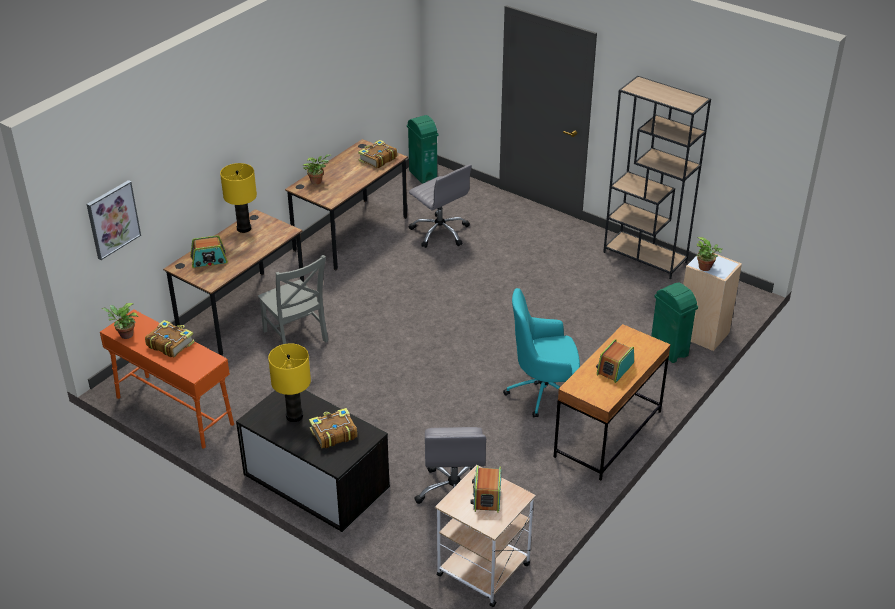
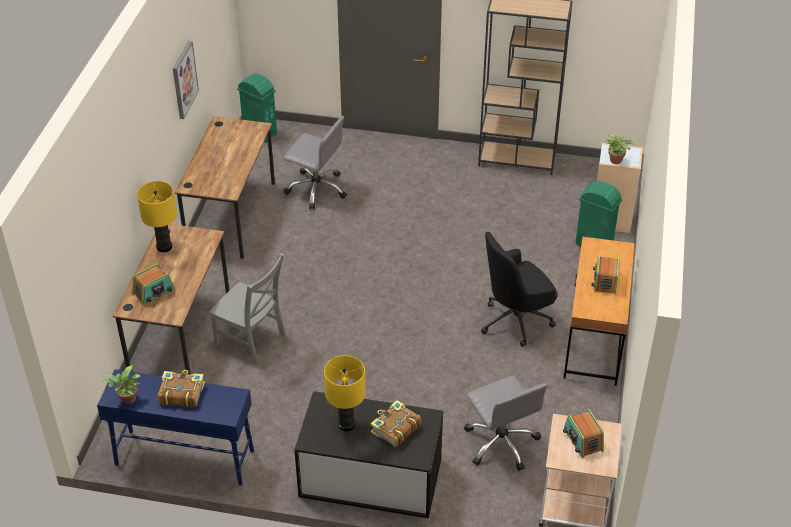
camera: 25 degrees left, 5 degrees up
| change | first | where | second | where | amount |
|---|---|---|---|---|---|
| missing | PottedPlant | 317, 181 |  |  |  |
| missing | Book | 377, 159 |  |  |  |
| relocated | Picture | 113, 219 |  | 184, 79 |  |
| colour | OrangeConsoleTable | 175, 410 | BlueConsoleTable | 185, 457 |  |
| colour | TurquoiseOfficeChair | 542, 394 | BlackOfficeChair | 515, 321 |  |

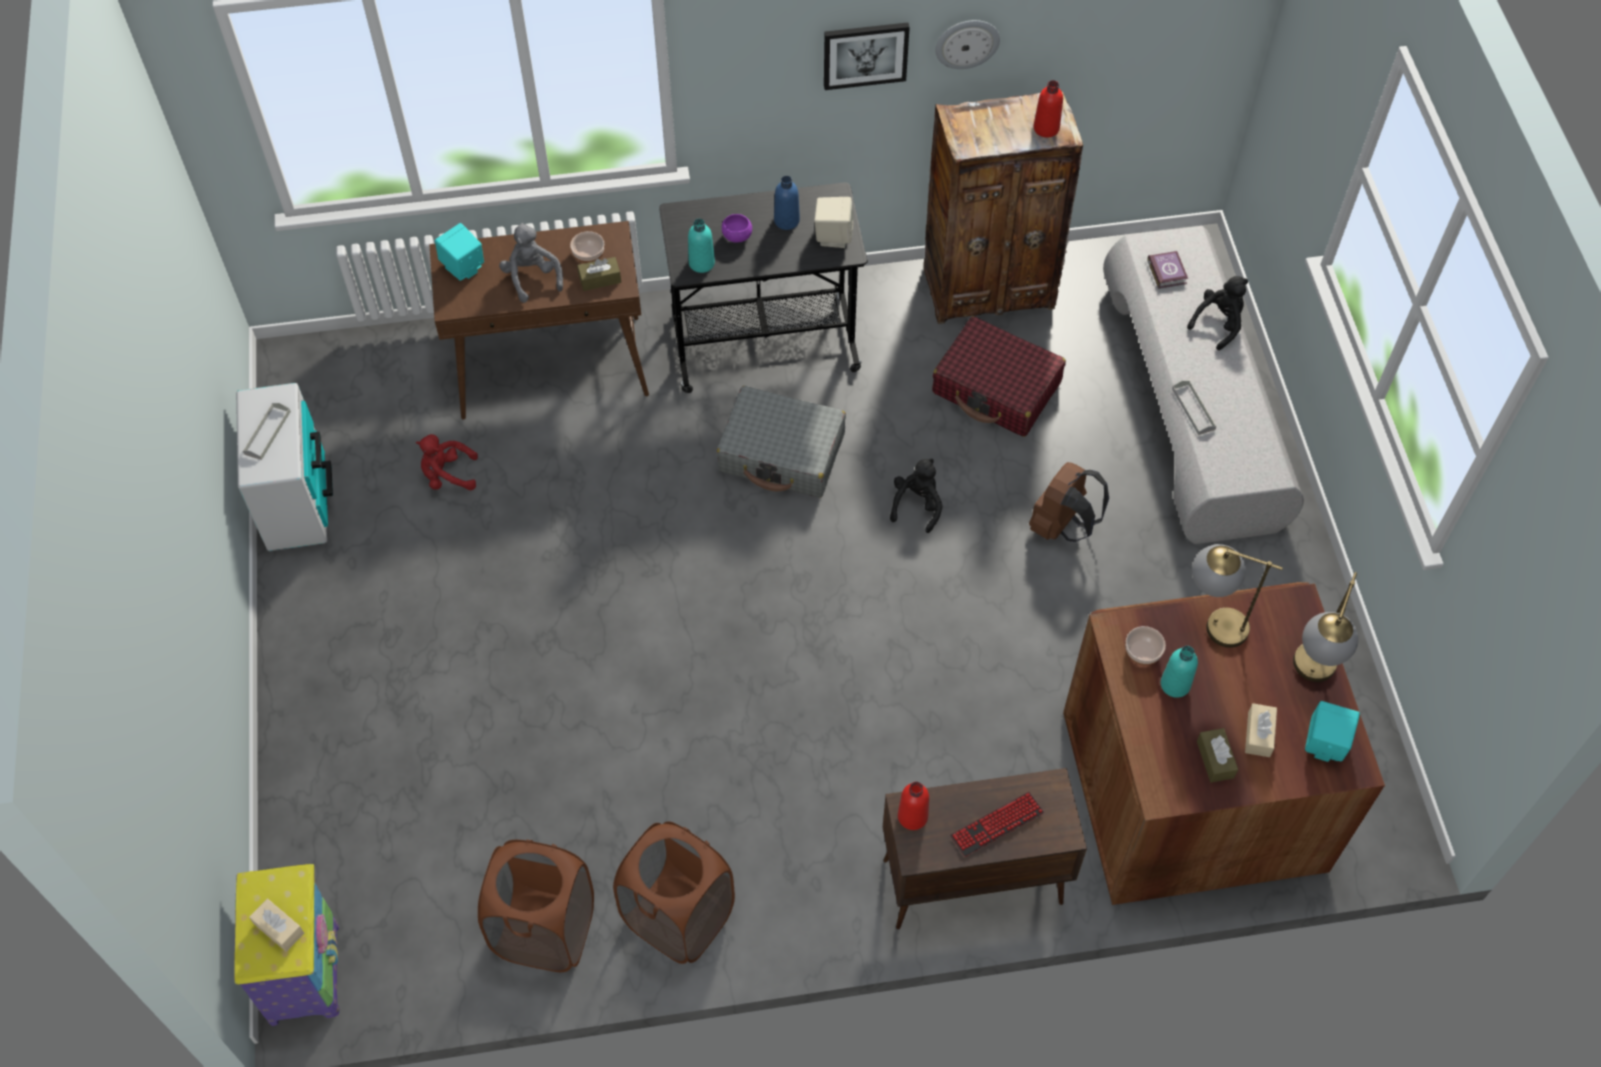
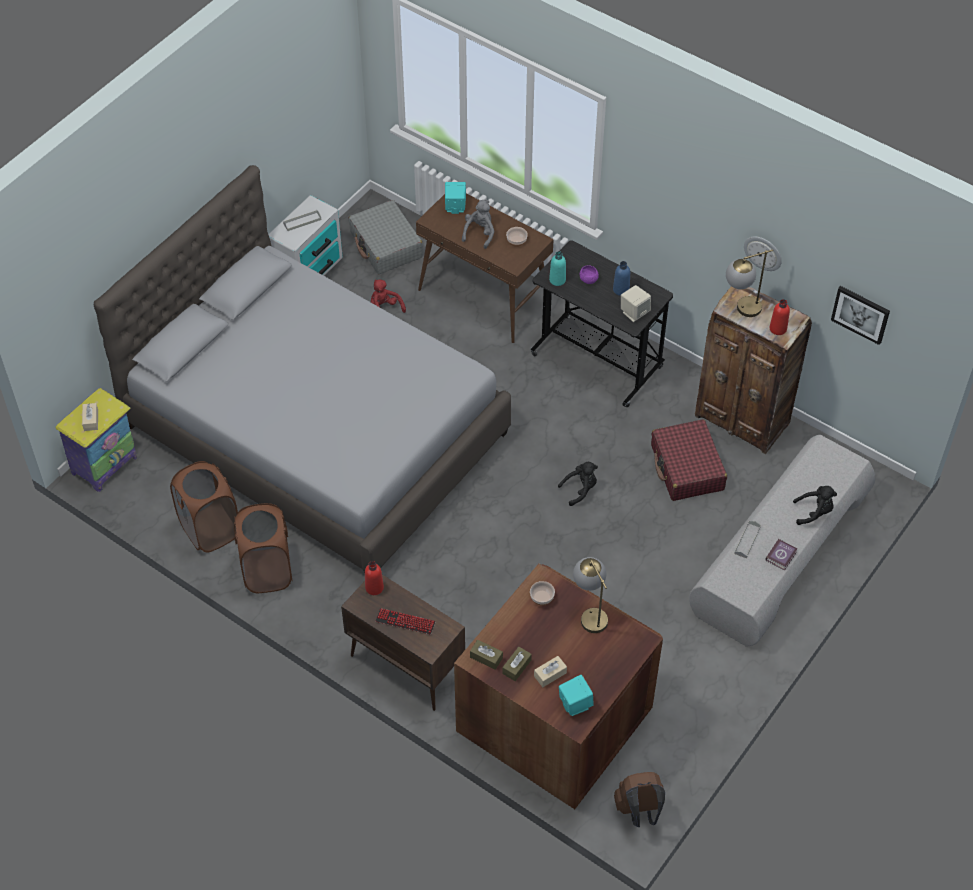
camera: 45 degrees right, 5 degrees down
| change | first | where | second | where | amount |
|---|---|---|---|---|---|
| missing | TurquoiseBottle | 1175, 684 |  |  |  |
| appeared |  |  | GreyBed | 316, 429 |  |
| relocated | BrownTissueBox | 600, 279 |  | 486, 657 |  |
| relocated | GreySuitcase | 782, 453 |  | 386, 245 |  |
| relocated | Picture | 865, 54 |  | 861, 314 |  |
| relocated | BrownBackpack | 1062, 526 |  | 639, 811 |  |
| relocated | Book | 1167, 271 |  | 782, 556 |  |
| relocated | TableLamp | 1310, 676 |  | 740, 310 |  |

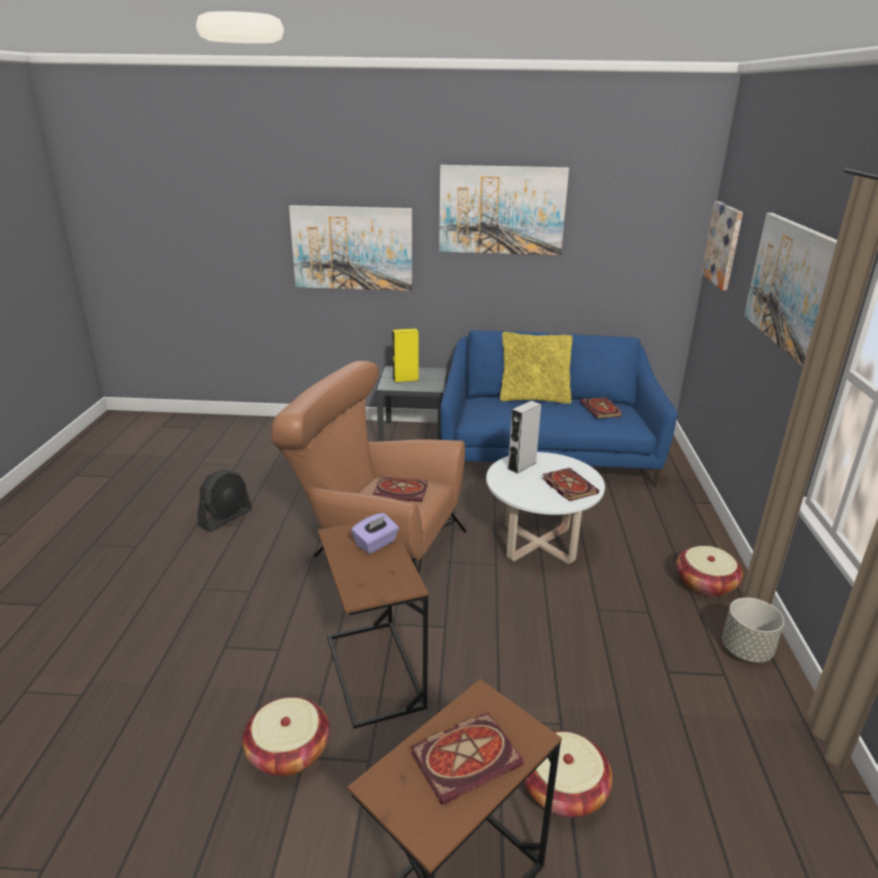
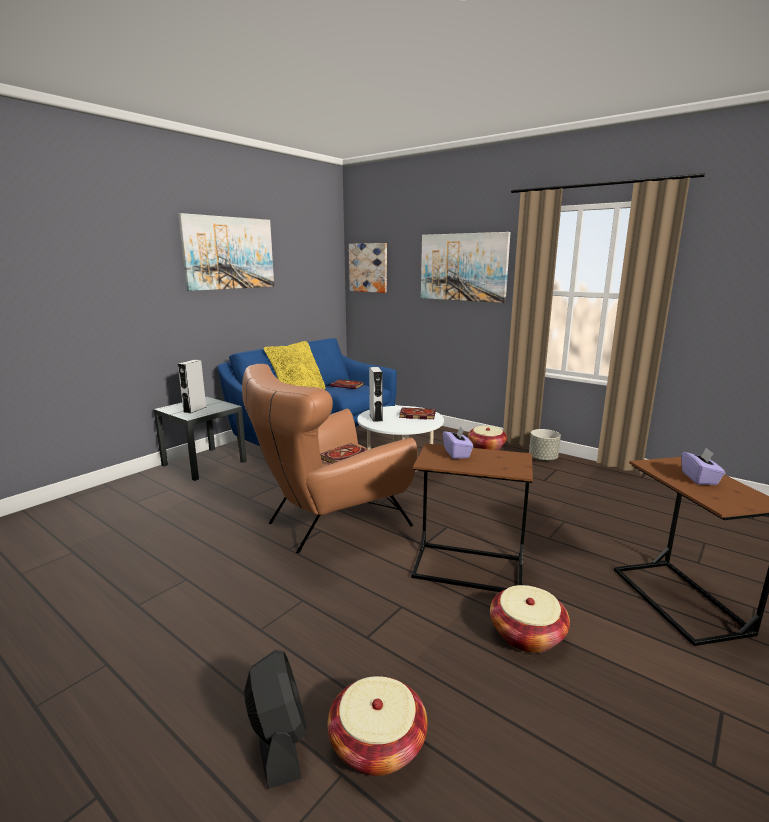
camera: 55 degrees left, 10 degrees down
| change | first | where | second | where | amount |
|---|---|---|---|---|---|
| missing | Picture | 352, 248 |  |  |  |
| relocated | BlackFan | 226, 517 |  | 278, 740 |  |
| relocated | Basket | 563, 789 |  | 377, 744 |  |
| exchanged | Book | 467, 757 | PurpleTissueBox | 699, 478 |  |
| colour | YellowSpeaker | 405, 379 | GreySpeaker | 195, 409 |  |

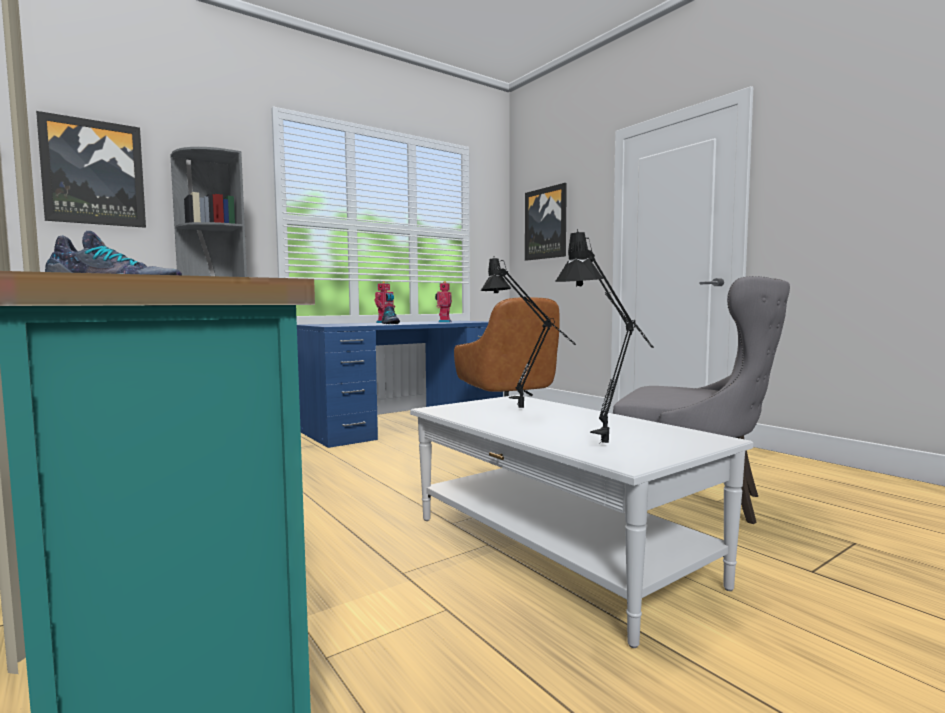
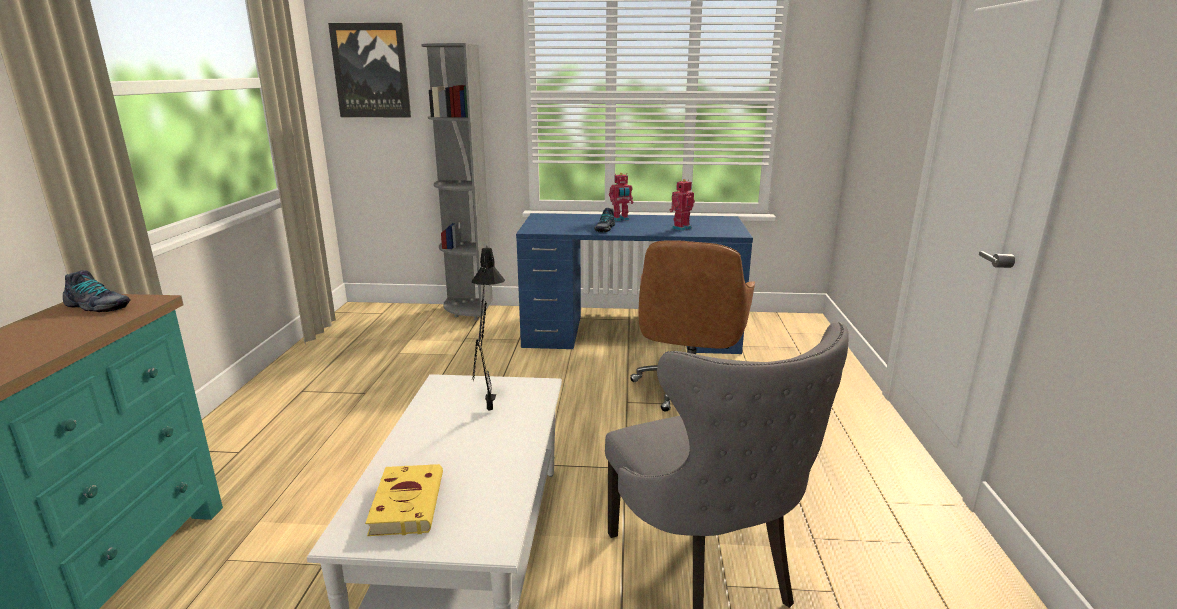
camera: 40 degrees right, 15 degrees up
| change | first | where | second | where | amount |
|---|---|---|---|---|---|
| missing | Picture | 546, 223 |  |  |  |
| exchanged | BlackTableLamp | 610, 443 | YellowBook | 407, 502 |  |

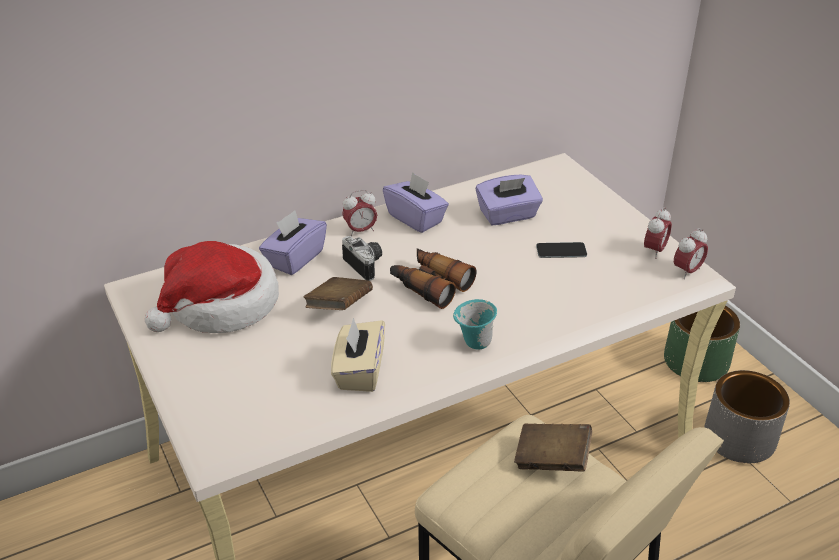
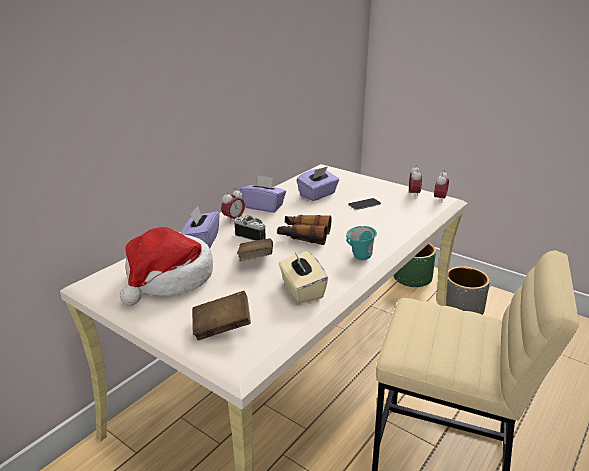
camera: 25 degrees left, 10 degrees down
| change | first | where | second | where | amount |
|---|---|---|---|---|---|
| relocated | BrownBook | 551, 460 |  | 221, 327 |  |

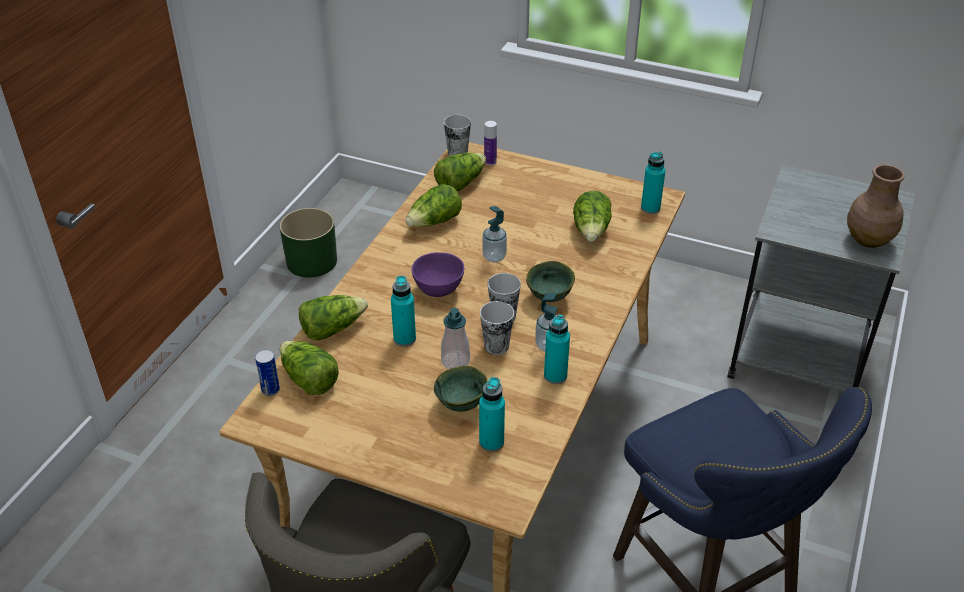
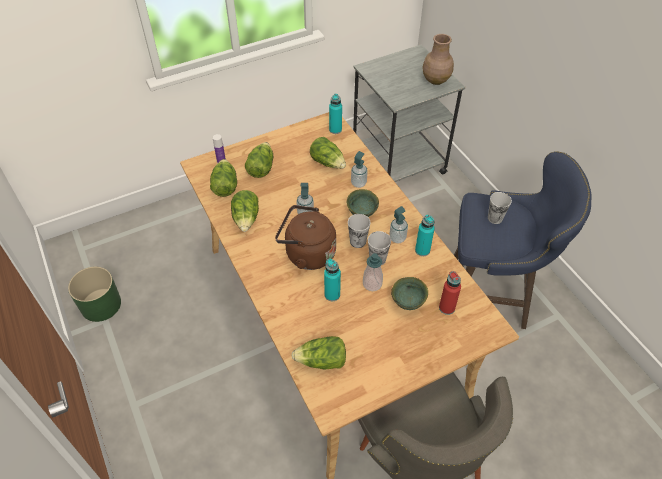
camera: 50 degrees left, 10 degrees up
| change | first | where | second | where | amount |
|---|---|---|---|---|---|
| missing | Can | 270, 390 |  |  |  |
| appeared |  |  | SoapDispenser | 358, 183 |  |
| relocated | Lettuce | 332, 328 |  | 261, 167 |  |
| relocated | Cup | 457, 153 |  | 495, 218 |  |
| exchanged | PurpleBowl | 439, 289 | BrownKettle | 307, 253 |  |
| colour | TurquoiseBottle | 491, 442 | RedBottle | 446, 308 |  |

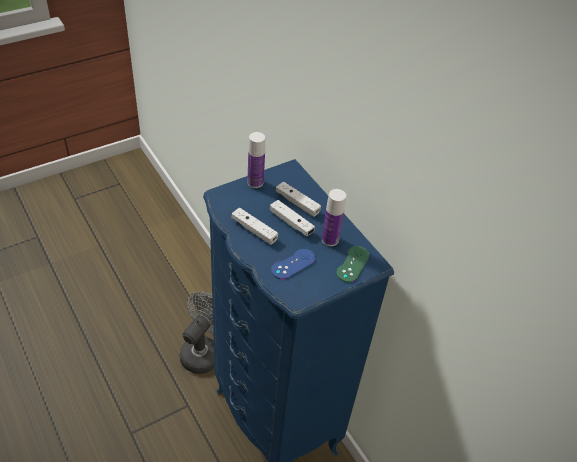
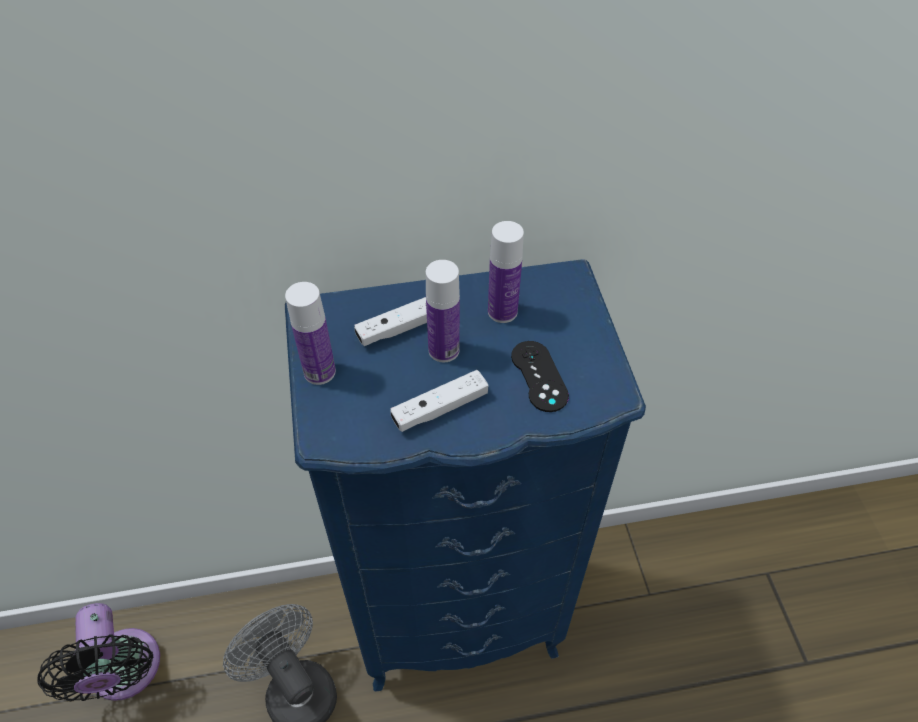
camera: 65 degrees left, 5 degrees up
| change | first | where | second | where | amount |
|---|---|---|---|---|---|
| missing | GreenGameController | 352, 264 |  |  |  |
| appeared |  |  | BlackFan | 124, 673 |  |
| exchanged | WhiteGameController | 291, 222 | Bottle | 444, 350 |  |
| colour | BlueGameController | 293, 264 | BlackGameController | 539, 376 |  |

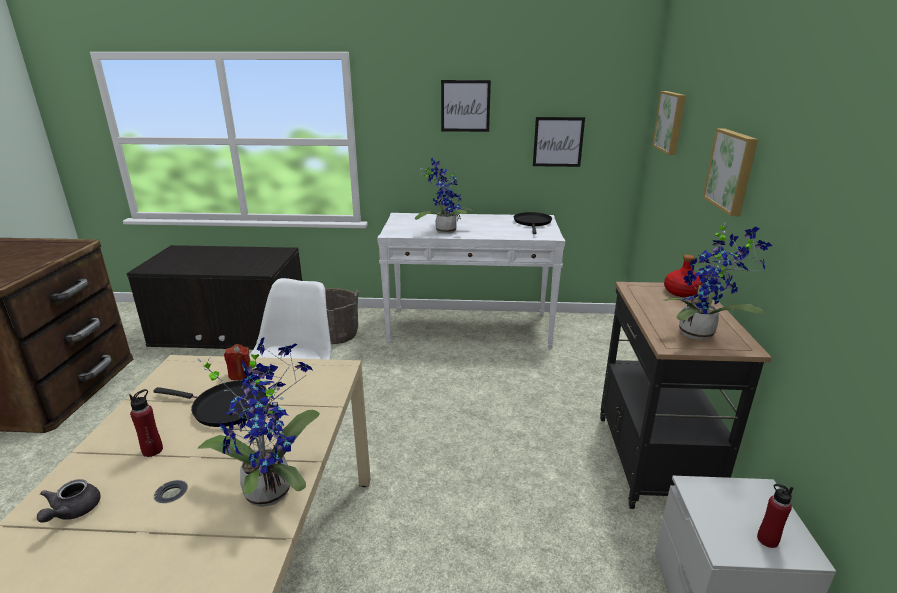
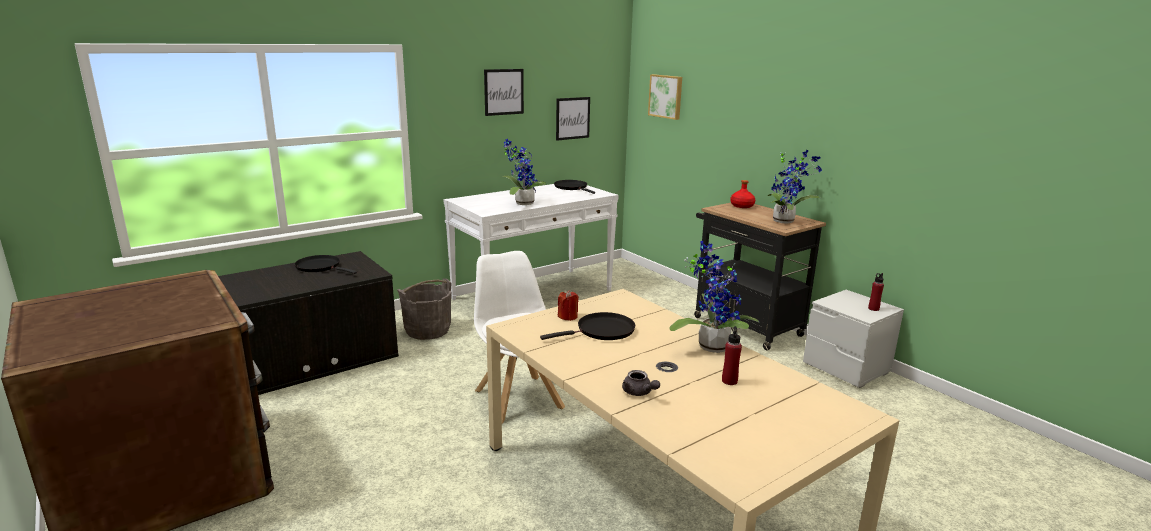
camera: 40 degrees left, 5 degrees down
| change | first | where | second | where | amount |
|---|---|---|---|---|---|
| missing | Picture | 732, 170 |  |  |  |
| appeared |  |  | BlackFryingPan | 320, 267 |  |
| relocated | RedBottle | 153, 450 |  | 729, 381 |  |

